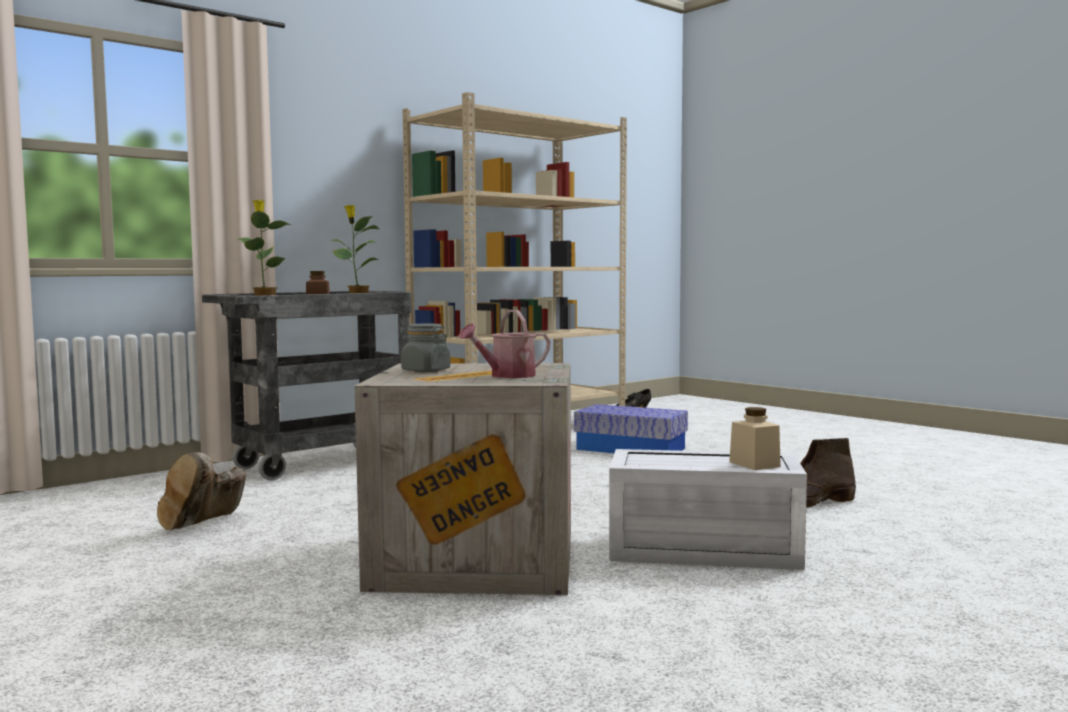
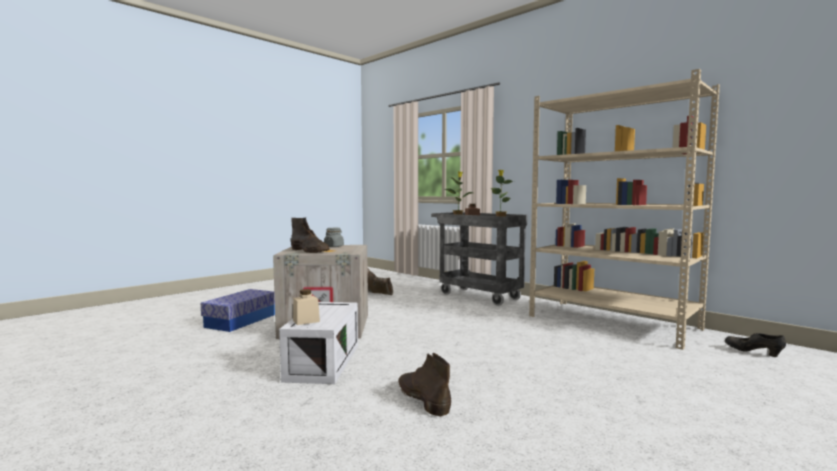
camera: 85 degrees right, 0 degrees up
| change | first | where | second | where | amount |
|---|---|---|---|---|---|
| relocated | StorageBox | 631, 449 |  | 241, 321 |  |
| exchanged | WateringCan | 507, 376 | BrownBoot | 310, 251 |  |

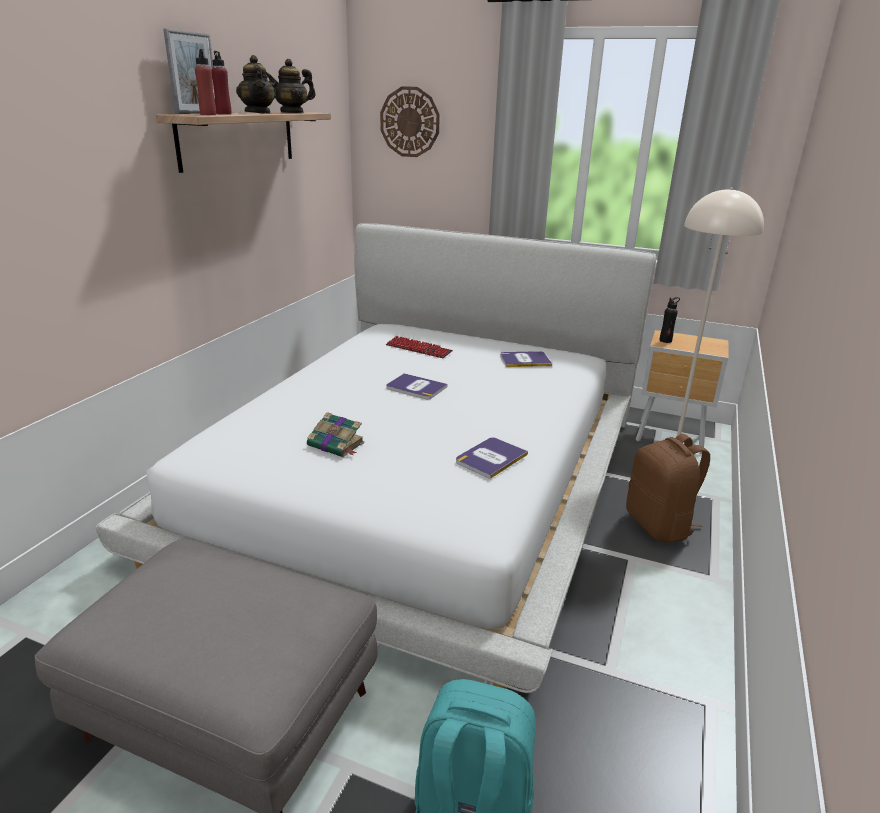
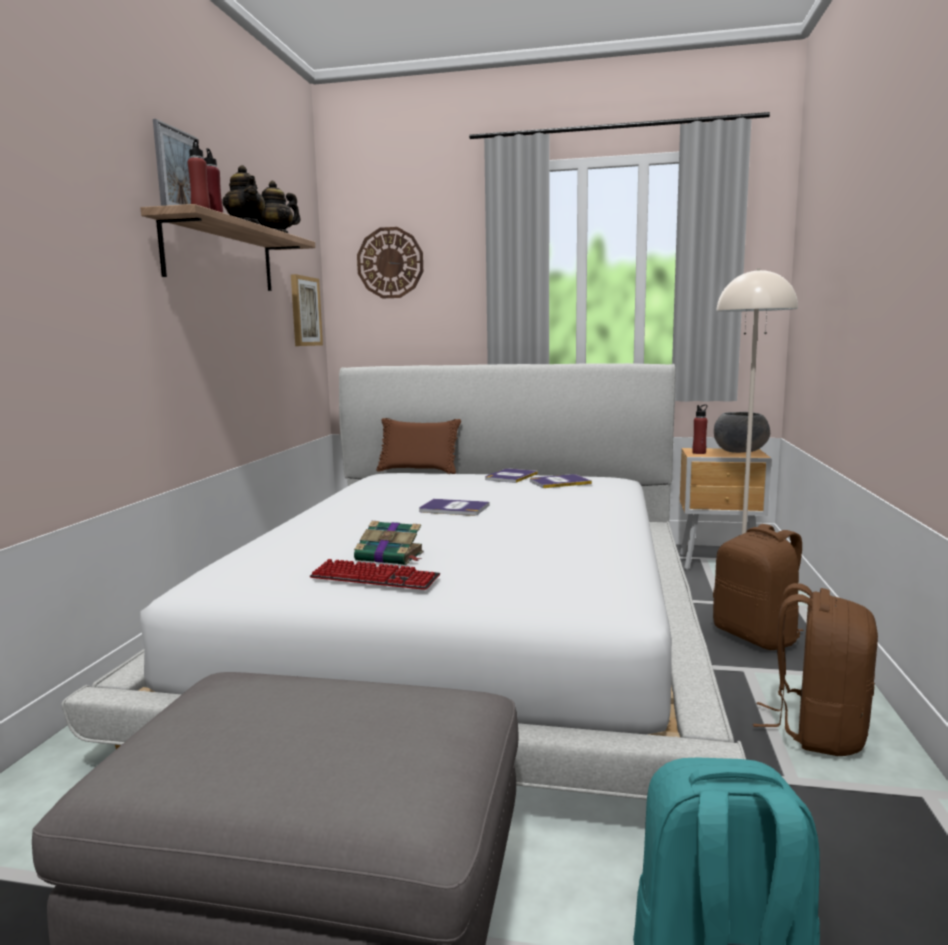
camera: 10 degrees left, 15 degrees down
| change | first | where | second | where | amount |
|---|---|---|---|---|---|
| appeared |  |  | Picture | 305, 311 |  |
| appeared |  |  | BrownPillow | 418, 471 |  |
| appeared |  |  | GreyBowl | 741, 451 |  |
| appeared |  |  | BrownBackpack | 817, 730 |  |
| relocated | Keyboard | 418, 349 |  | 374, 578 |  |
| relocated | Book | 491, 458 |  | 511, 477 |  |
| colour | BlackBottle | 665, 340 | RedBottle | 699, 453 |  |

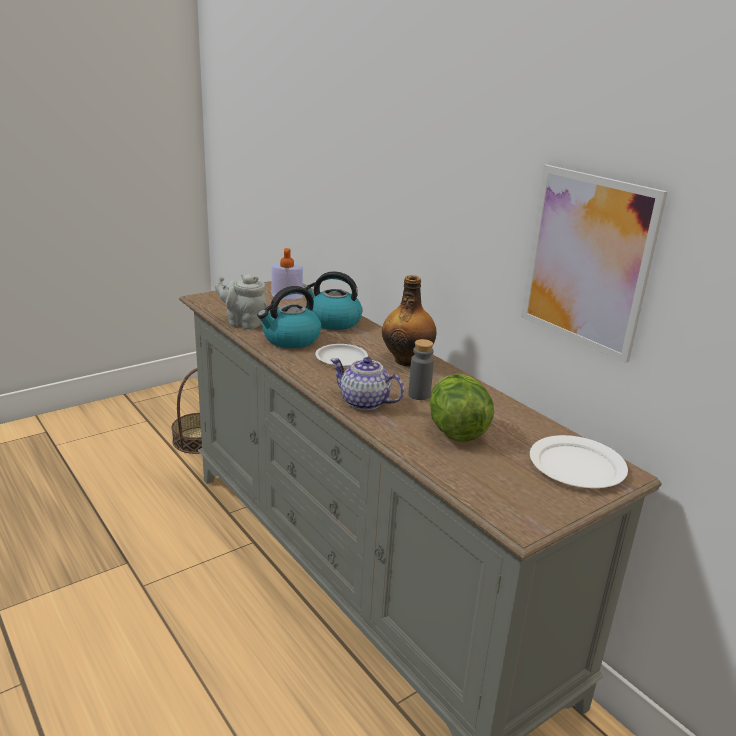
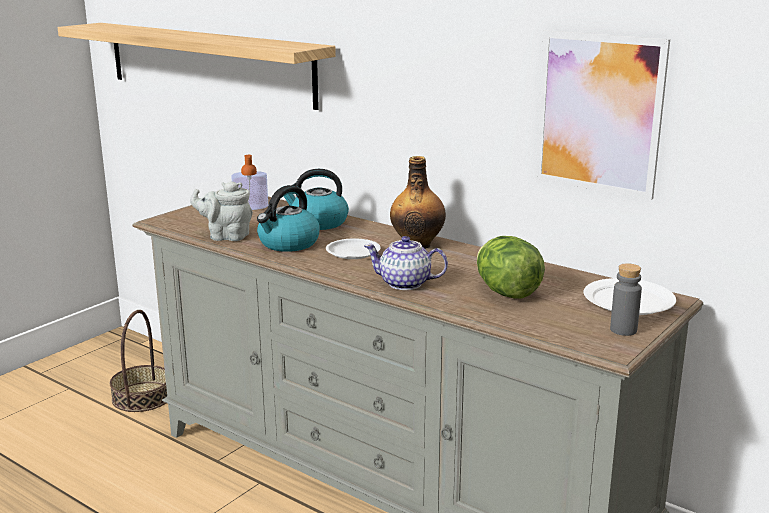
camera: 15 degrees left, 5 degrees down
| change | first | where | second | where | amount |
|---|---|---|---|---|---|
| appeared |  |  | Shelf | 207, 63 |  |
| relocated | GreyBottle | 419, 395 |  | 623, 330 |  |

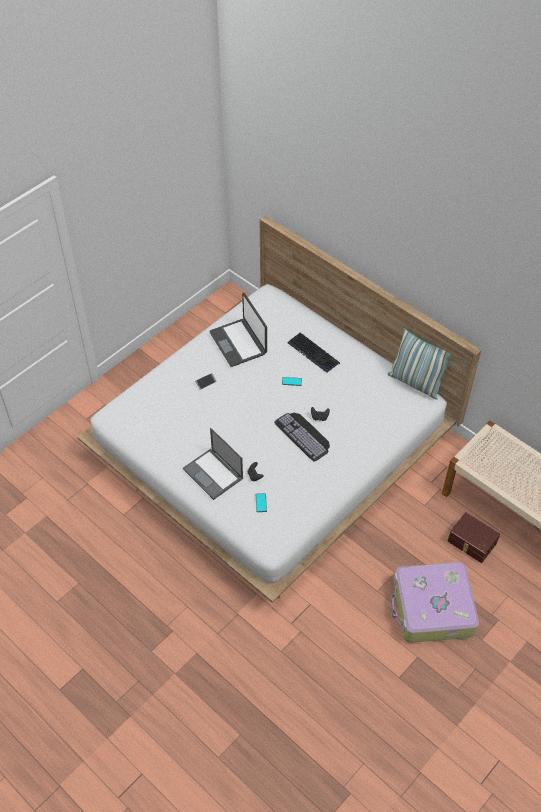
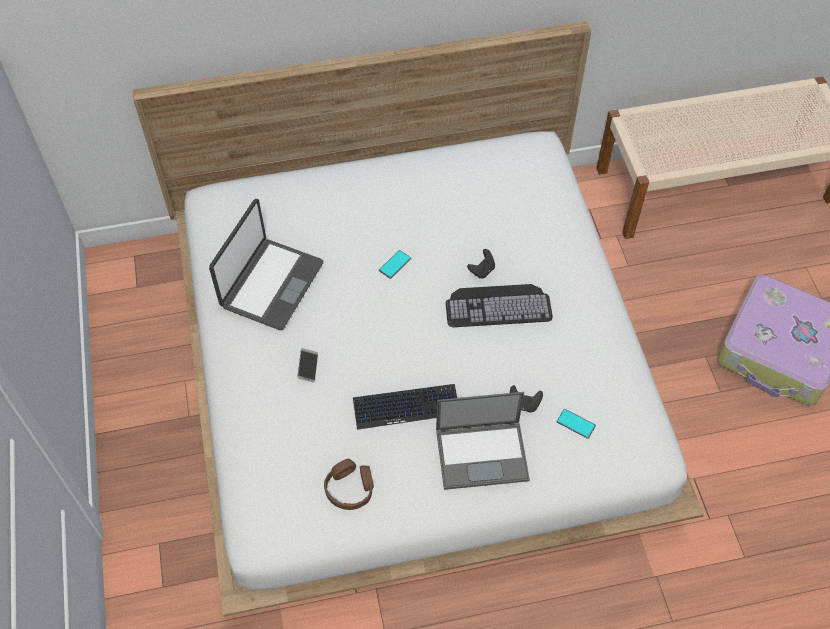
camera: 55 degrees left, 5 degrees up
| change | first | where | second | where | amount |
|---|---|---|---|---|---|
| missing | Pillow | 415, 383 |  |  |  |
| missing | BrownStorageBox | 471, 543 |  |  |  |
| appeared |  |  | BrownHeadphones | 350, 488 |  |
| relocated | Keyboard | 313, 353 |  | 406, 406 |  |
| spun | Laptop | 239, 343 |  | 271, 284 | 75 degrees counterclockwise |

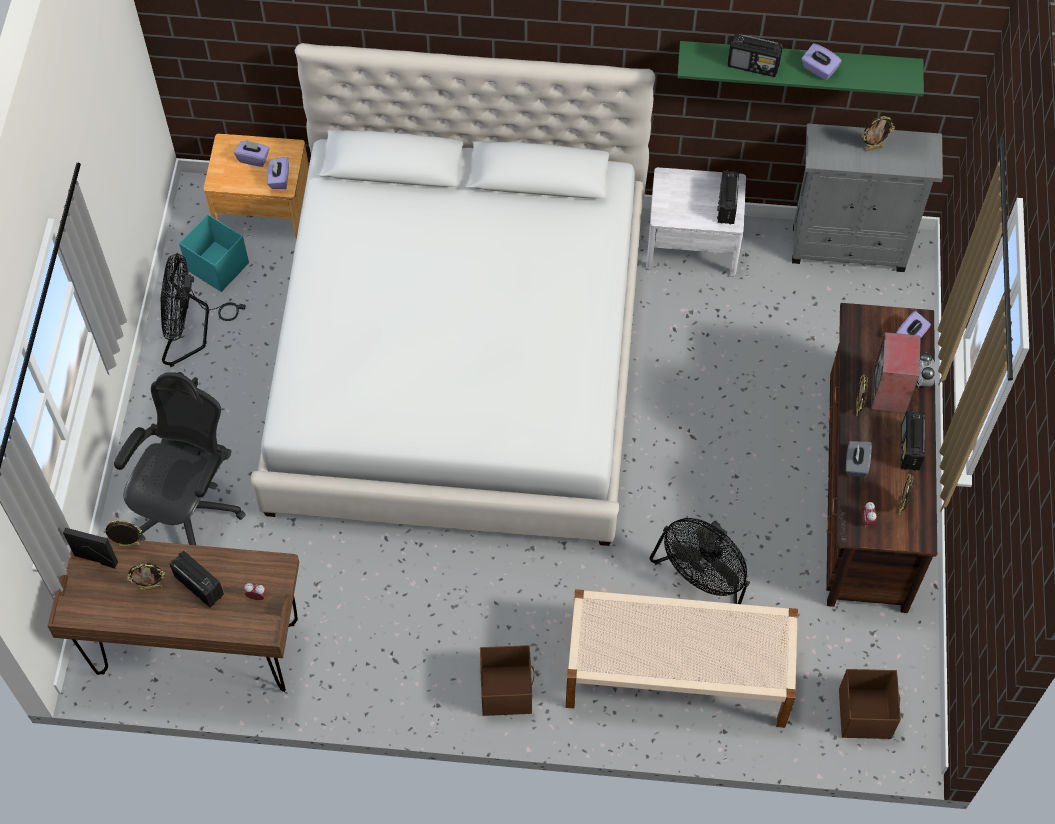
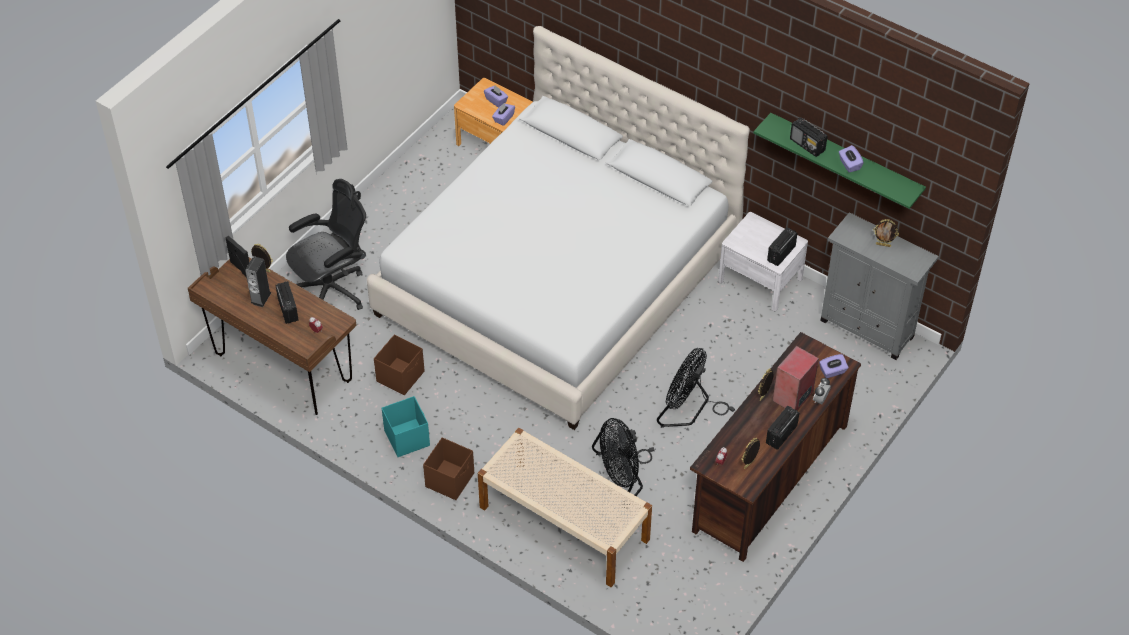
camera: 30 degrees right, 10 degrees down
| change | first | where | second | where | amount |
|---|---|---|---|---|---|
| missing | GreyTissueBox | 856, 464 |  |  |  |
| relocated | BlackFan | 193, 324 |  | 692, 406 |  |
| relocated | TurquoiseStorageBox | 217, 266 |  | 407, 437 |  |
| relocated | BrownStorageBox | 865, 713 |  | 401, 376 |  |
| exchanged | PictureFrame | 151, 587 | Speaker | 260, 298 |  |

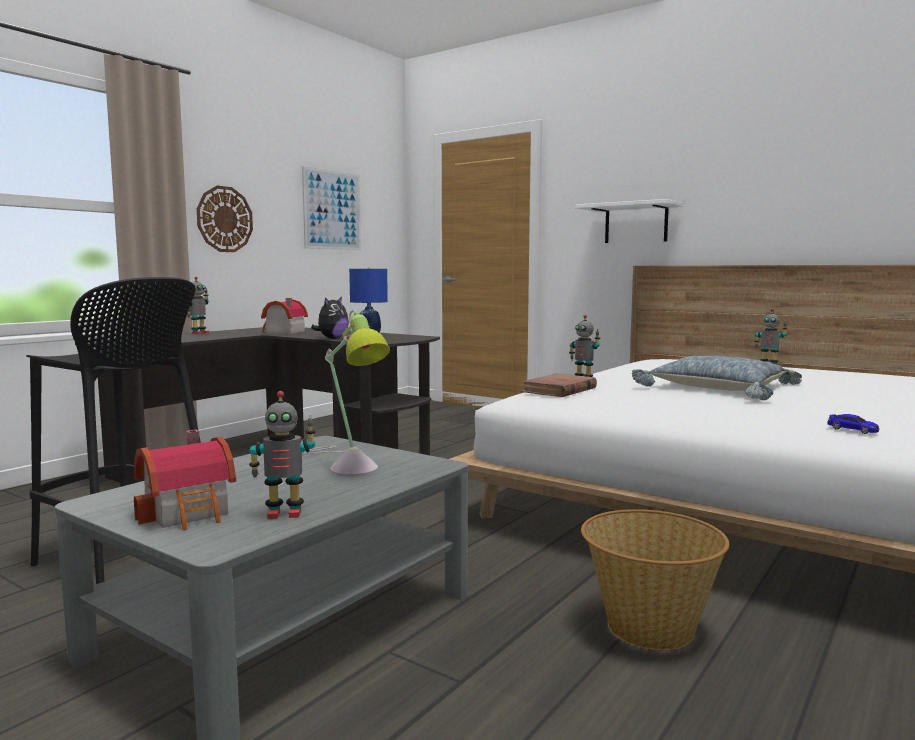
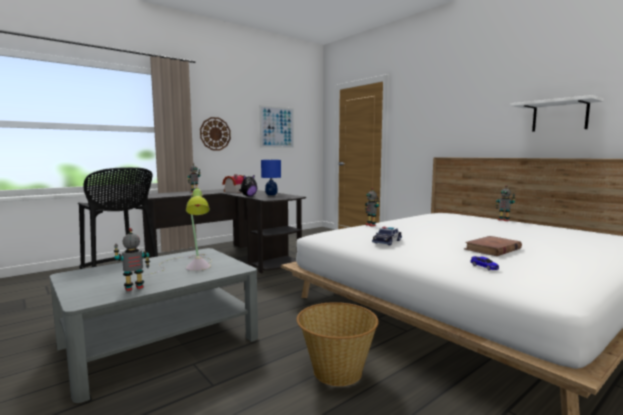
camera: 15 degrees right, 0 degrees up
| change | first | where | second | where | amount |
|---|---|---|---|---|---|
| missing | ToyHouse | 190, 513 |  |  |  |
| missing | Pillow | 718, 386 |  |  |  |
| appeared |  |  | ToyCar | 387, 241 |  |
| relocated | BrownBook | 559, 390 |  | 492, 249 |  |
| relocated | WhiteShelf | 636, 223 |  | 559, 116 |  |
| spun | ToyRobot | 284, 513 |  | 134, 288 | 135 degrees clockwise |

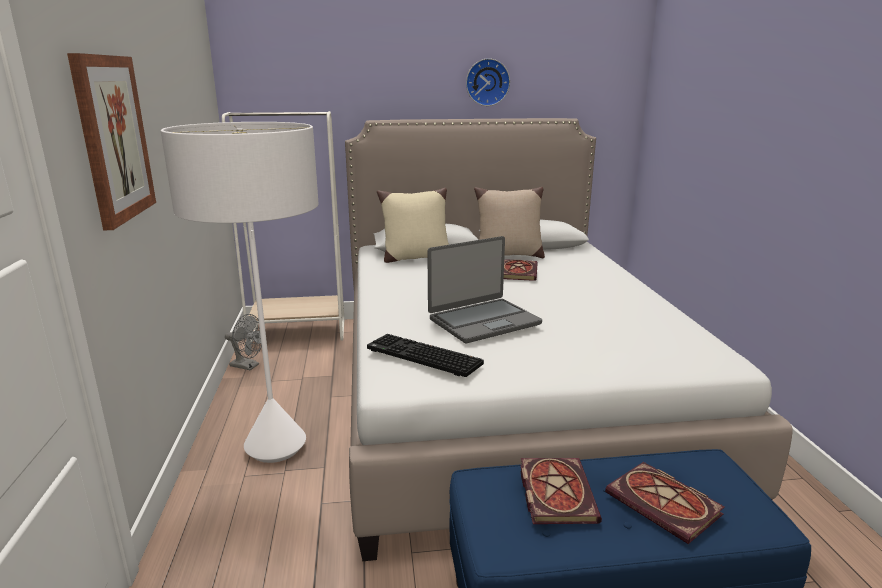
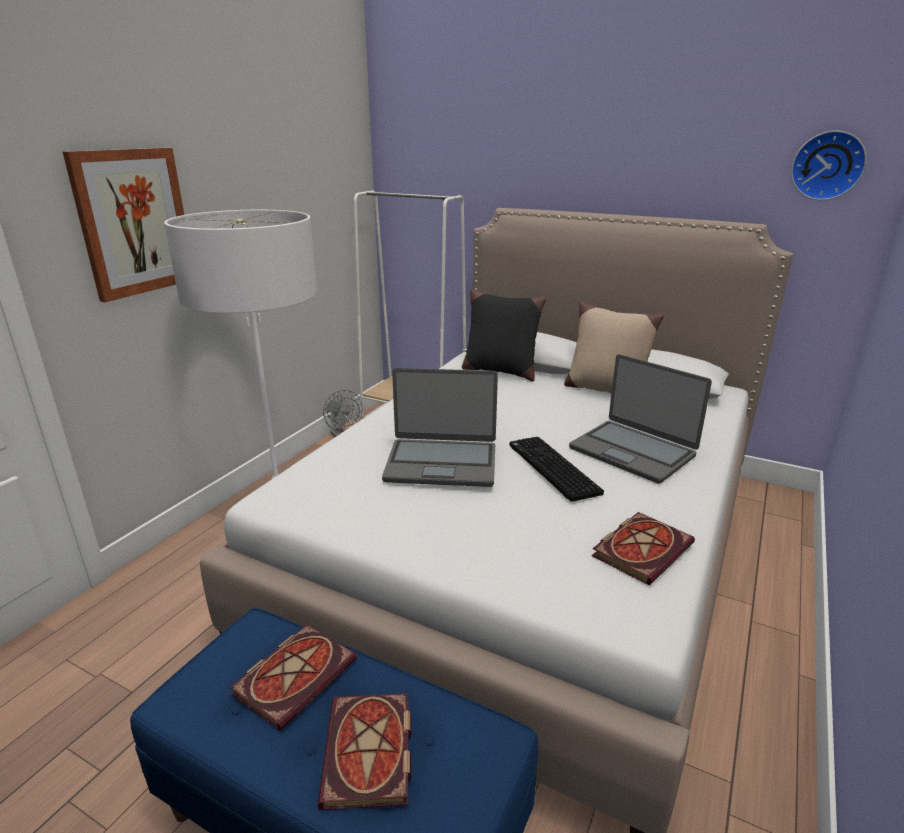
camera: 35 degrees right, 5 degrees up
| change | first | where | second | where | amount |
|---|---|---|---|---|---|
| appeared |  |  | Laptop | 632, 451 |  |
| relocated | Keyboard | 421, 357 |  | 550, 468 |  |
| relocated | WallClock | 487, 82 |  | 827, 165 |  |
| relocated | Book | 517, 272 |  | 642, 548 |  |
| colour | BeigePillow | 415, 258 | BlackPillow | 499, 371 |  |

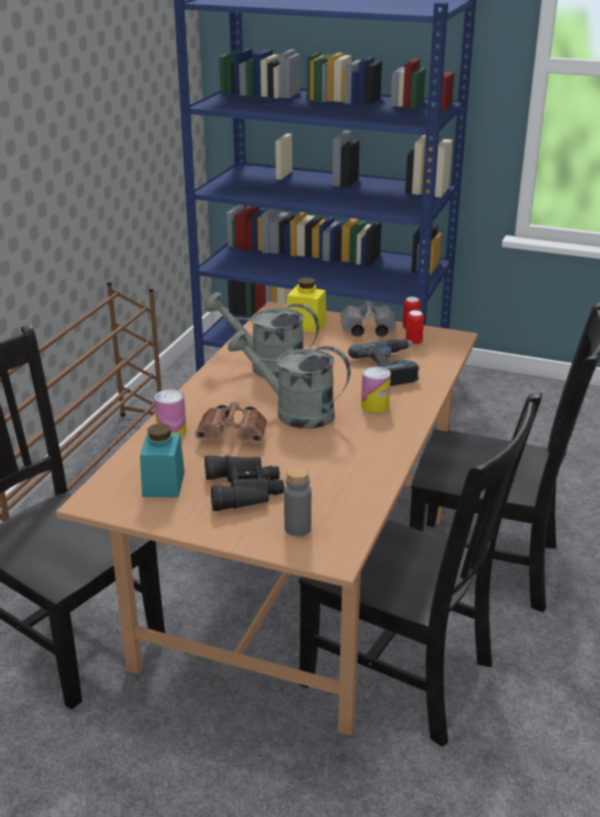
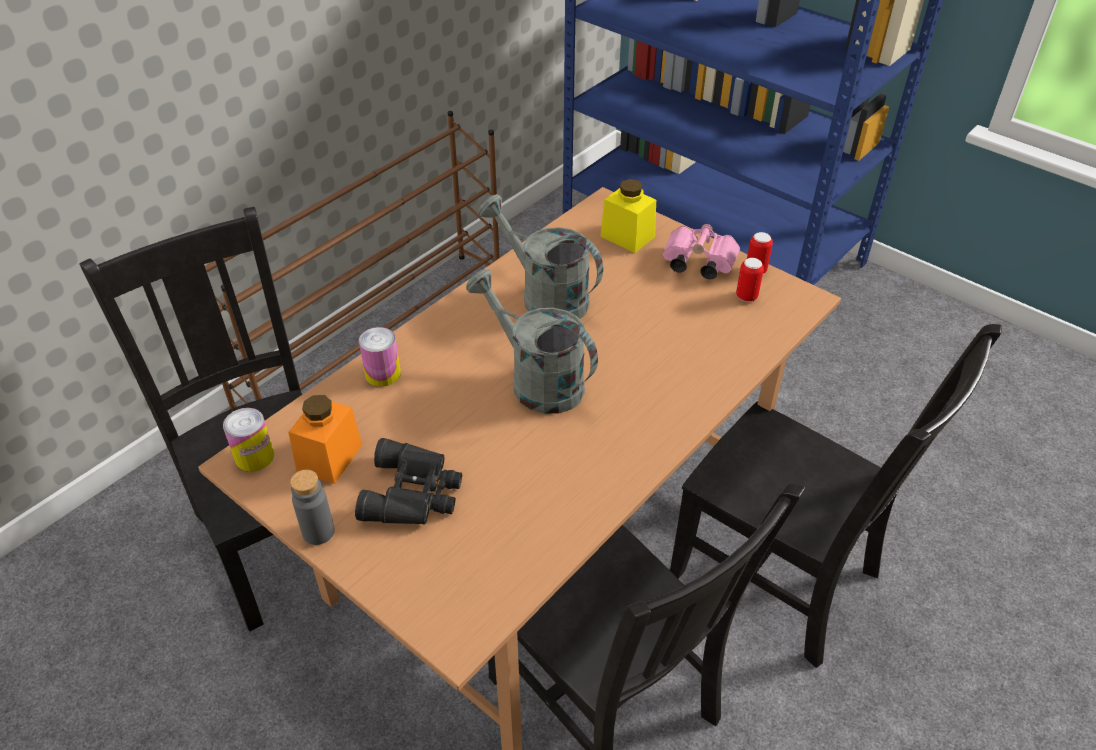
camera: 20 degrees right, 15 degrees up
| change | first | where | second | where | amount |
|---|---|---|---|---|---|
| missing | BrownBinoculars | 234, 436 |  |  |  |
| missing | PowerDrill | 392, 367 |  |  |  |
| relocated | GreyBottle | 297, 528 |  | 318, 532 |  |
| relocated | Can | 375, 406 |  | 254, 456 |  |
| colour | TurquoiseJar | 163, 484 | OrangeJar | 329, 458 |  |
| colour | GreyBinoculars | 366, 331 | PinkBinoculars | 696, 263 |  |

